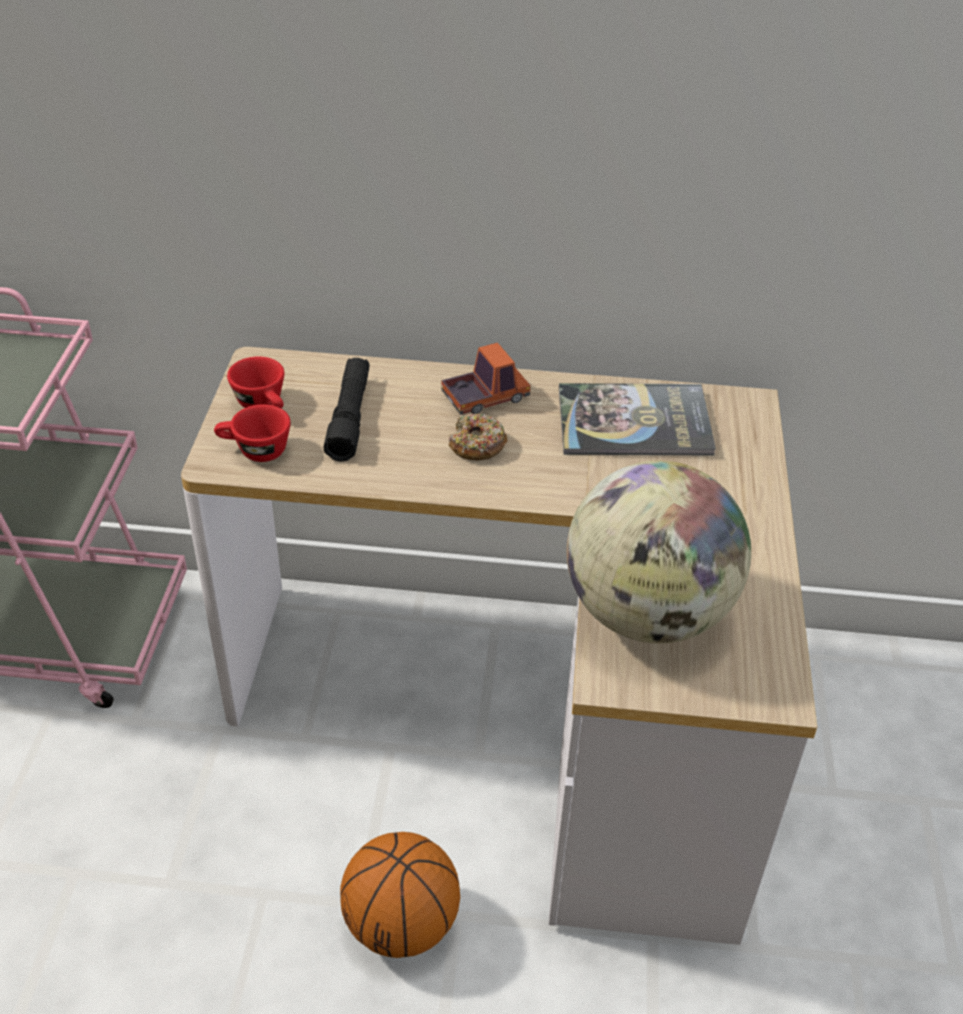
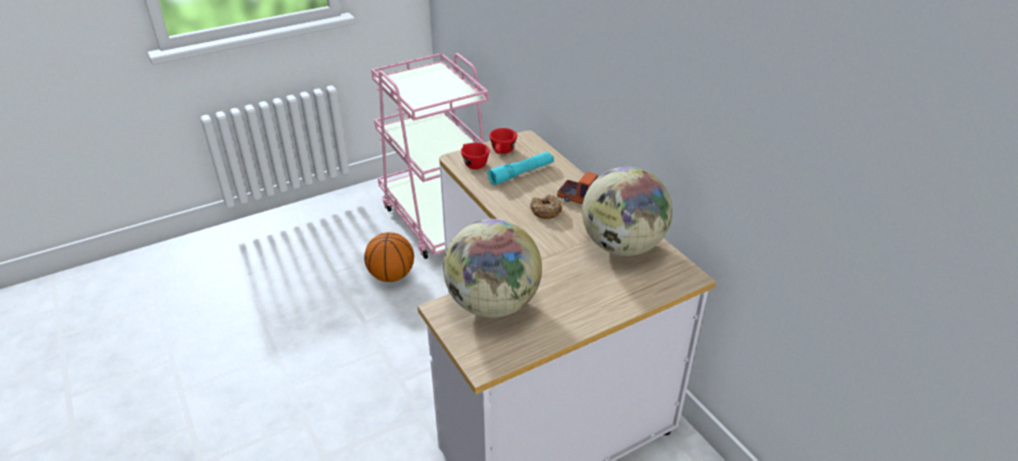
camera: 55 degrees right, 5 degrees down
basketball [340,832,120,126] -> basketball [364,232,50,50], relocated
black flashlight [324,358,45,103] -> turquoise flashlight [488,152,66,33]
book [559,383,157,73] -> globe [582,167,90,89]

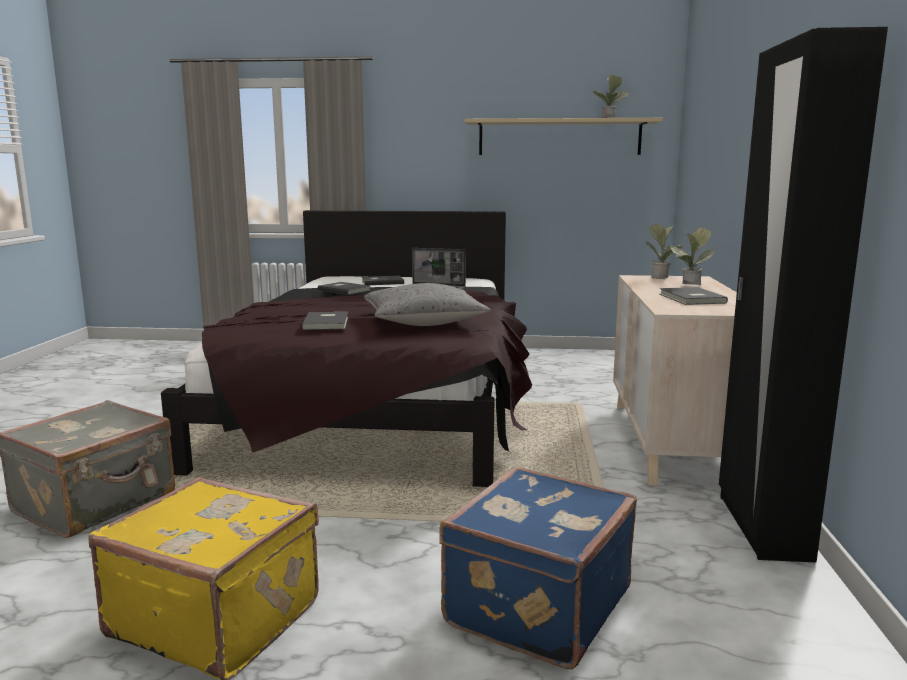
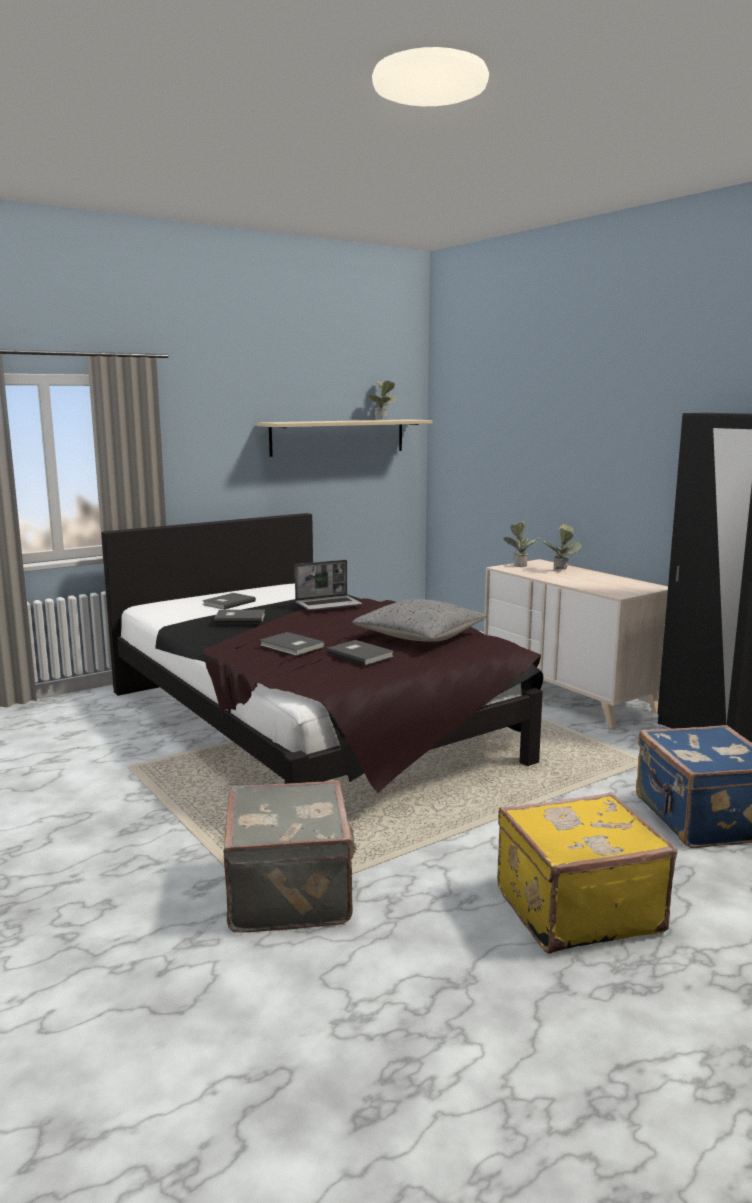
camera: 40 degrees left, 0 degrees up
grey book [659,287,69,18] -> grey book [259,632,66,24], relocated

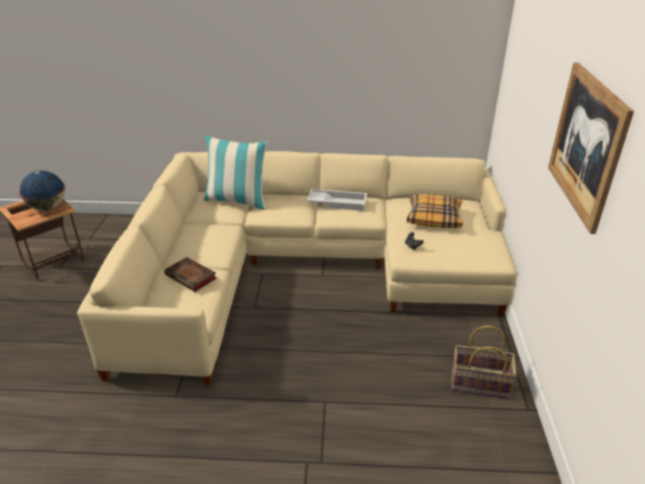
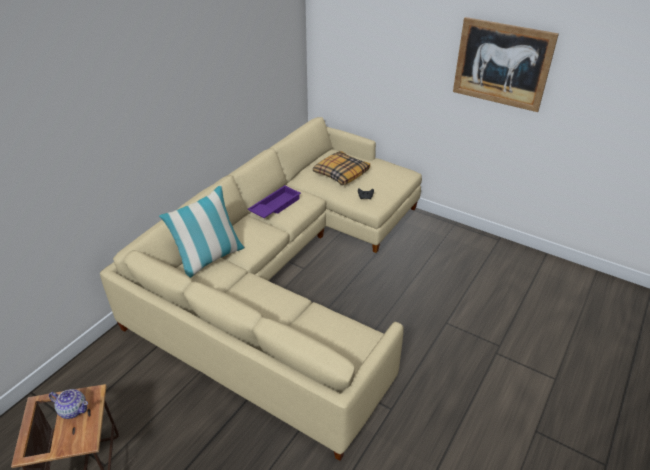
camera: 60 degrees left, 5 degrees up
globe [19,171,46,40] -> teapot [49,389,39,30]
white tray [307,189,60,22] -> purple tray [248,185,53,33]
book [164,257,52,35] -> none
basket [452,326,65,73] -> none

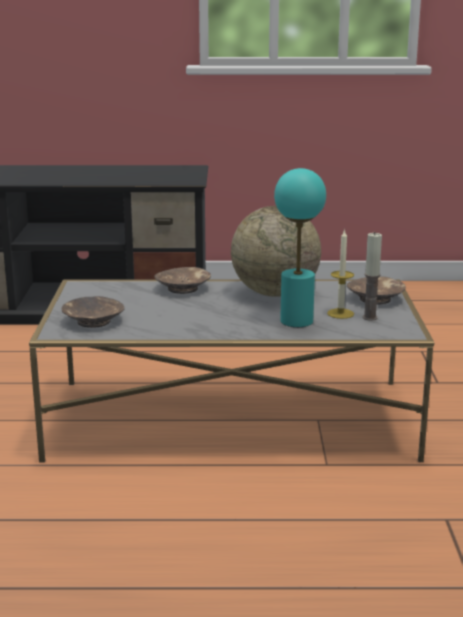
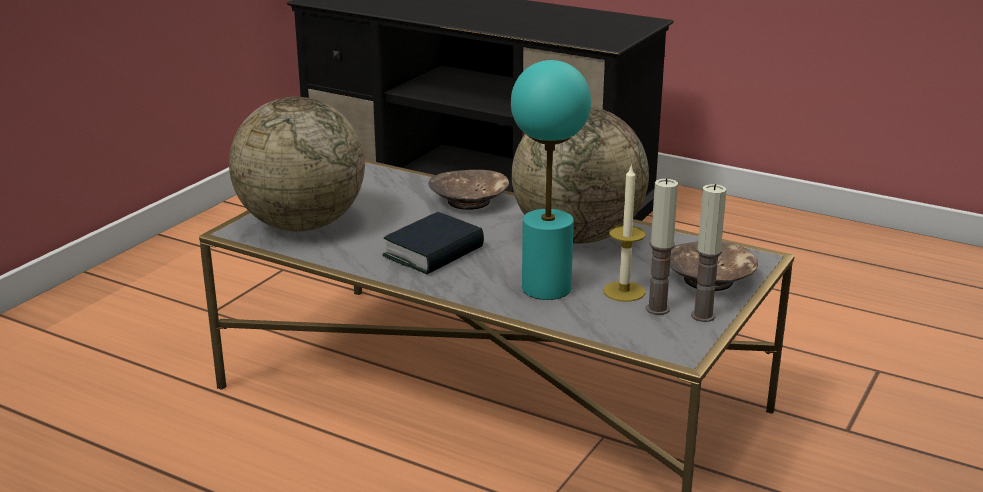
camera: 30 degrees right, 5 degrees up
brown bowl [62,296,63,32] -> globe [229,97,136,134]
none -> book [382,212,102,62]
none -> candle [691,184,36,138]

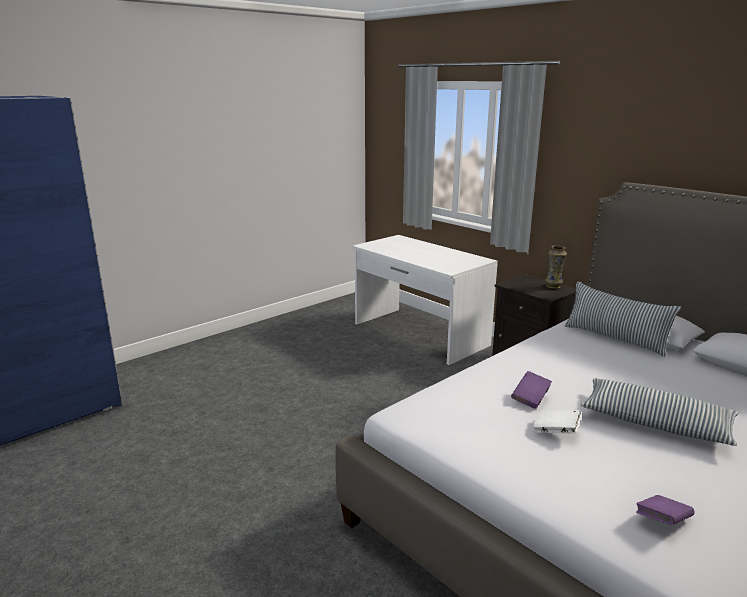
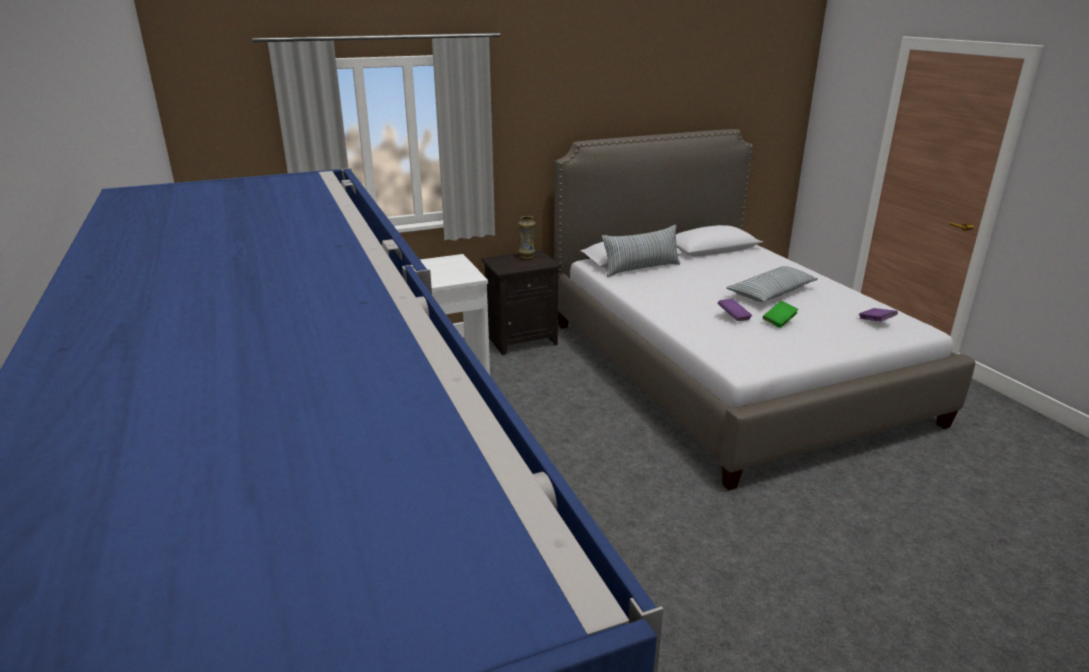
camera: 70 degrees left, 5 degrees up
white book [533,410,48,24] -> green book [763,301,36,27]

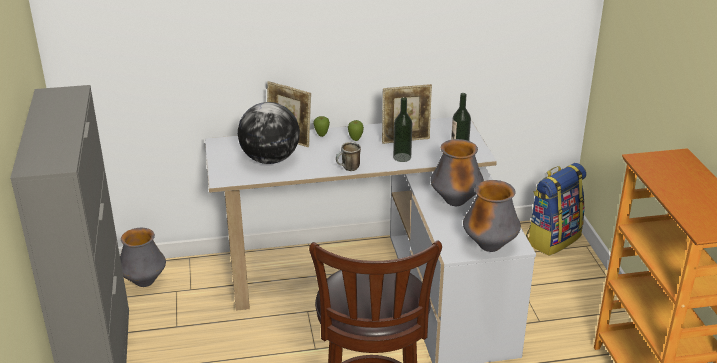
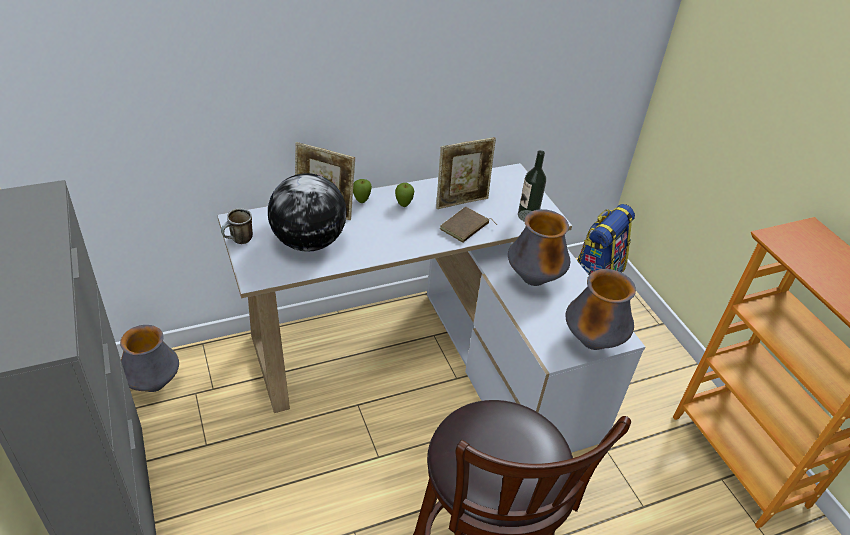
camera: 15 degrees left, 10 degrees up
mug [336,142,25,29] -> mug [221,208,32,36], relocated
bottle [393,97,19,65] -> brown book [440,207,57,36]

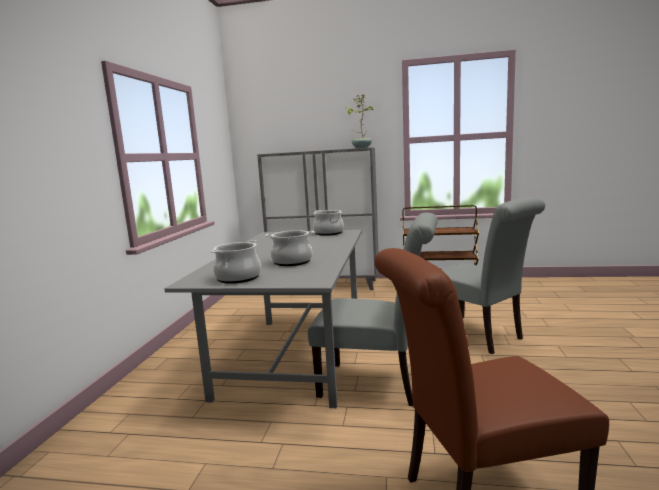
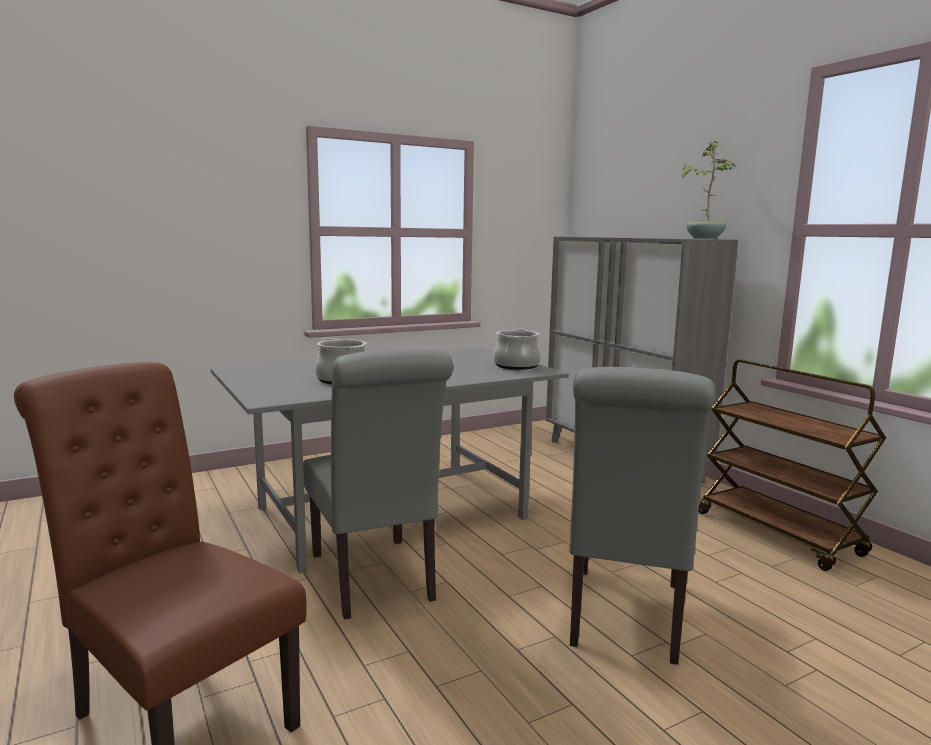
camera: 50 degrees right, 0 degrees up
cooking pot [210,240,51,44] -> none

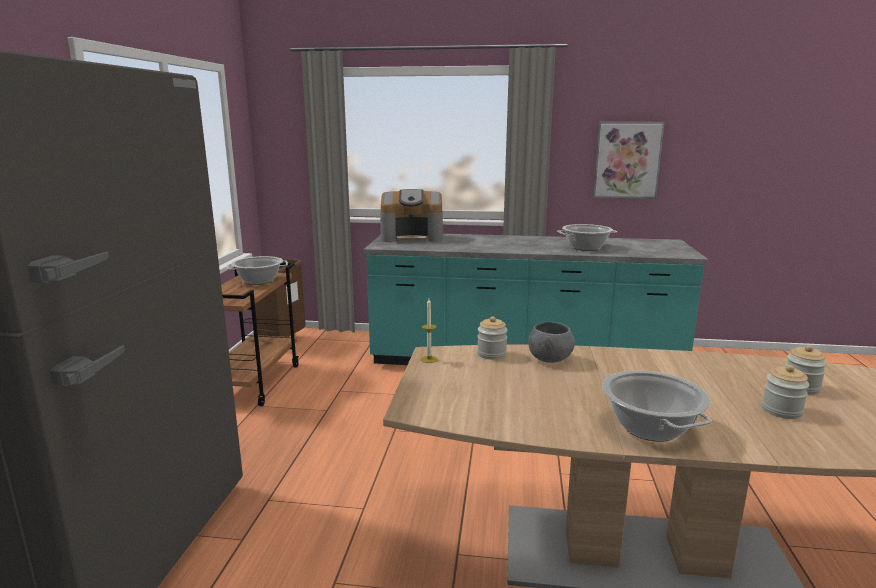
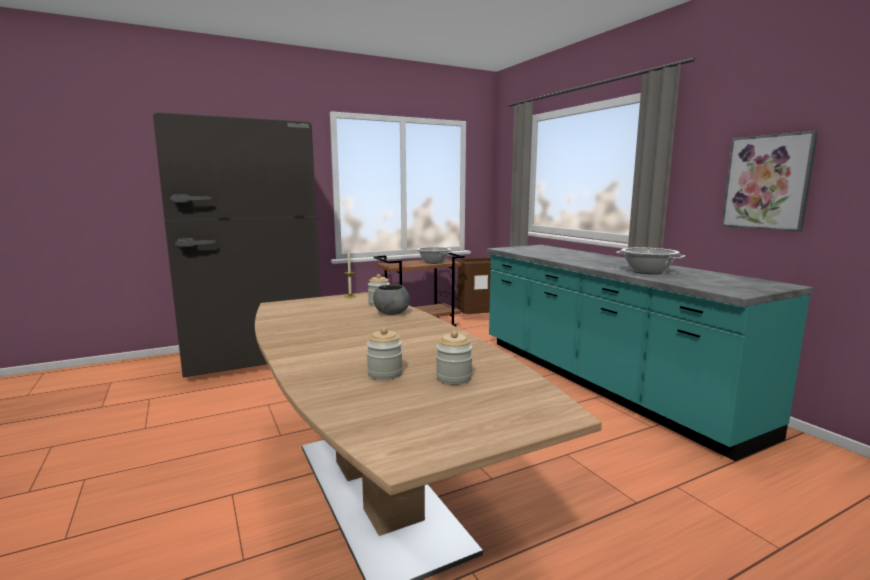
camera: 55 degrees right, 5 degrees down
coffee machine [380,189,63,54] -> none
cooking pot [602,370,110,72] -> none

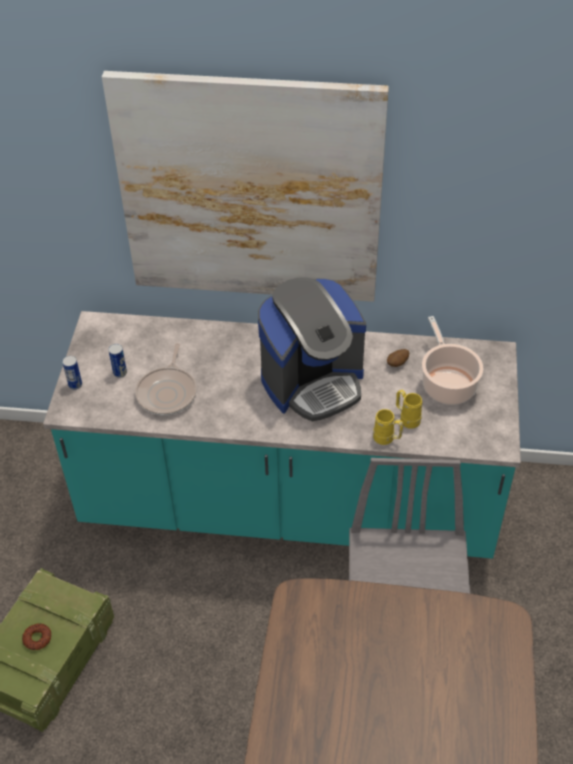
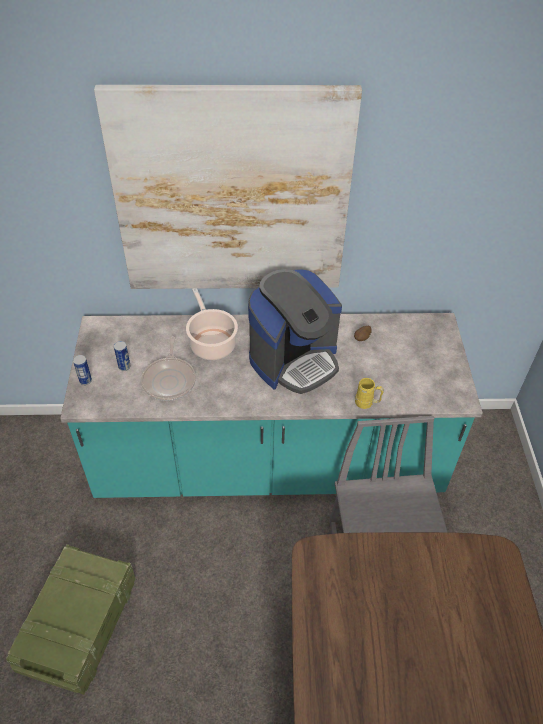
camera: 10 degrees left, 0 degrees up
cooking pot [422,316,61,89] -> cooking pot [186,289,52,71], relocated
donut [22,623,29,27] -> none
yellow mug [396,390,26,39] -> none

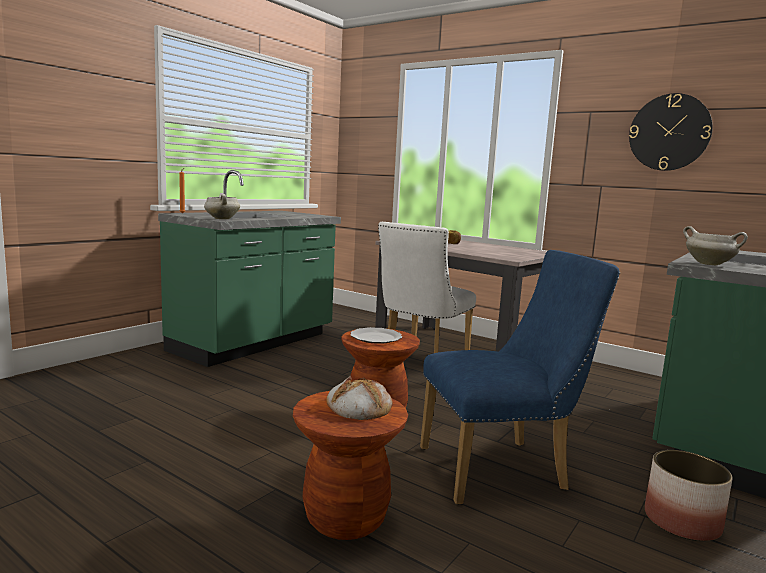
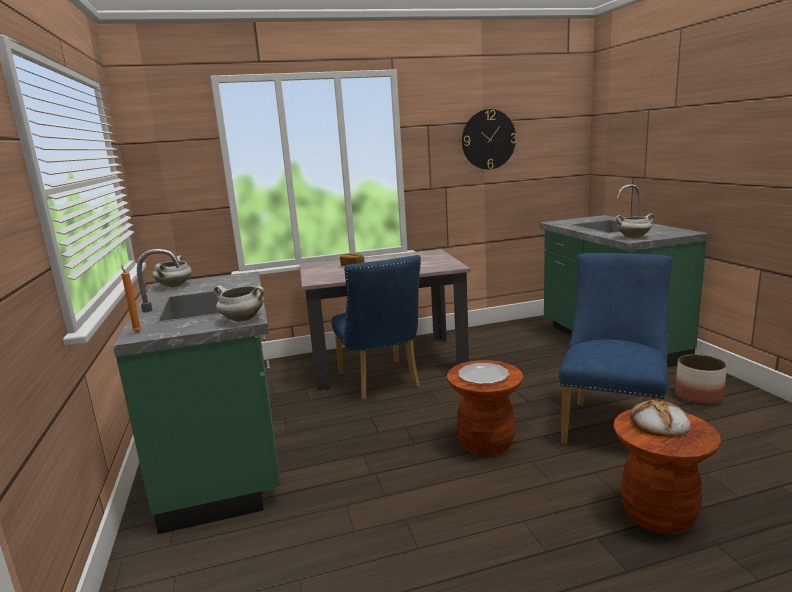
camera: 50 degrees left, 5 degrees up
none -> white cooking pot [152,256,40,31]
white chair [378,222,98,131] -> blue chair [331,255,90,145]

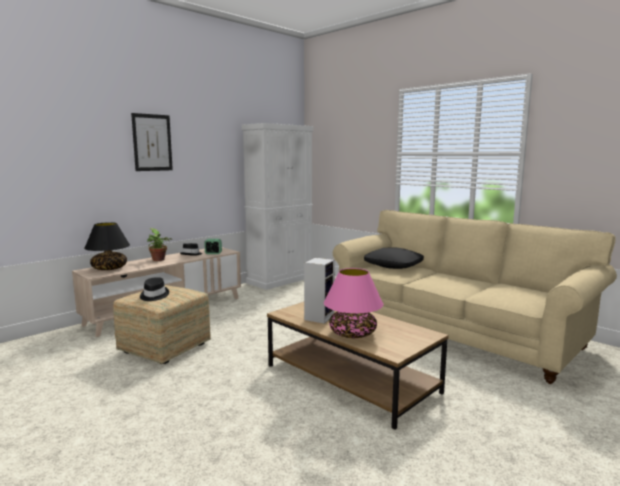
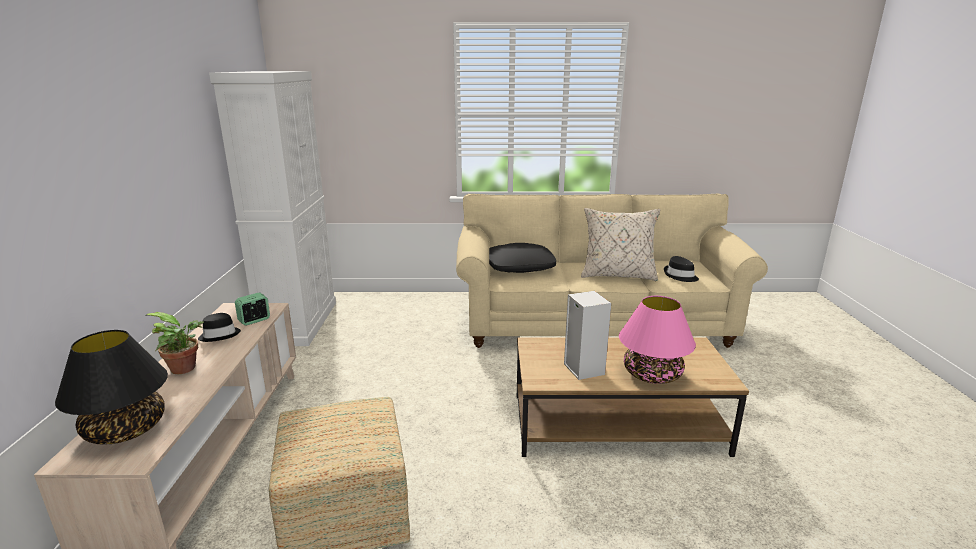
camera: 45 degrees left, 10 degrees up
none -> beige pillow [581,208,79,73]
black hat [140,277,29,24] -> black hat [664,256,35,26], relocated
picture [131,113,42,58] -> none

